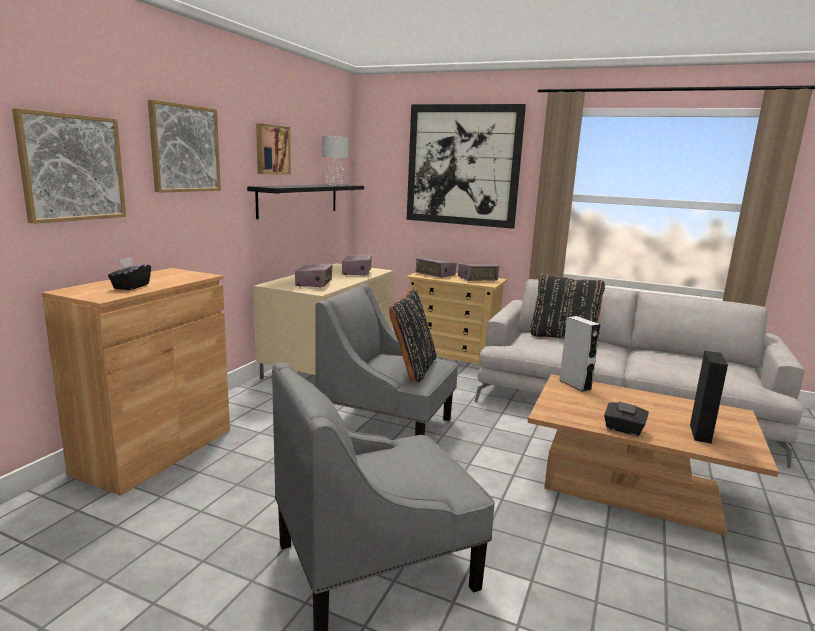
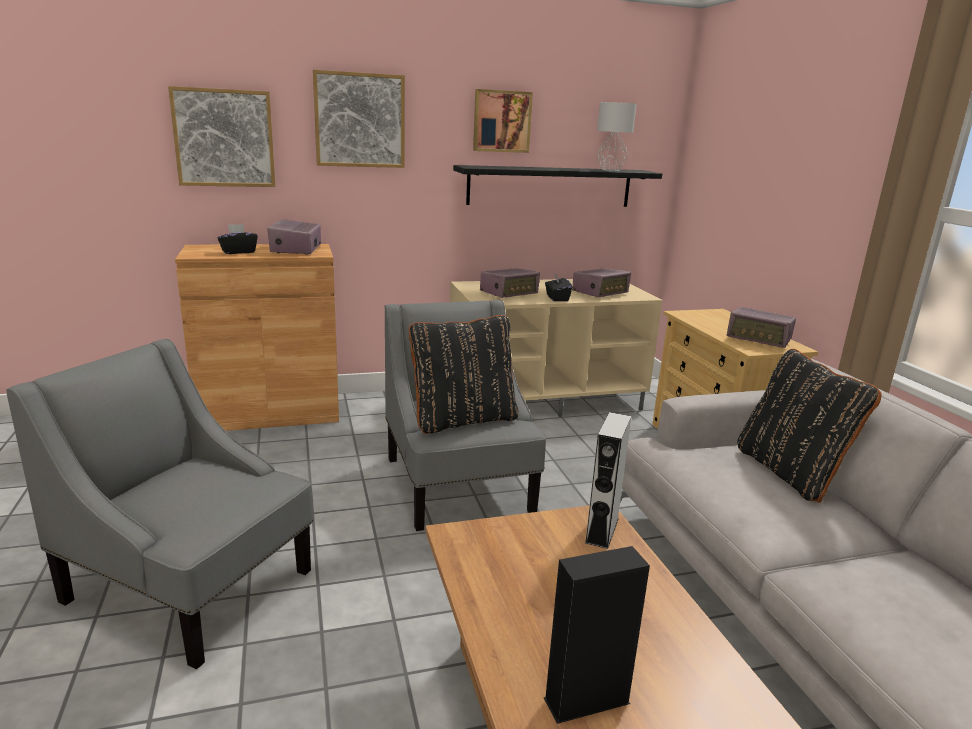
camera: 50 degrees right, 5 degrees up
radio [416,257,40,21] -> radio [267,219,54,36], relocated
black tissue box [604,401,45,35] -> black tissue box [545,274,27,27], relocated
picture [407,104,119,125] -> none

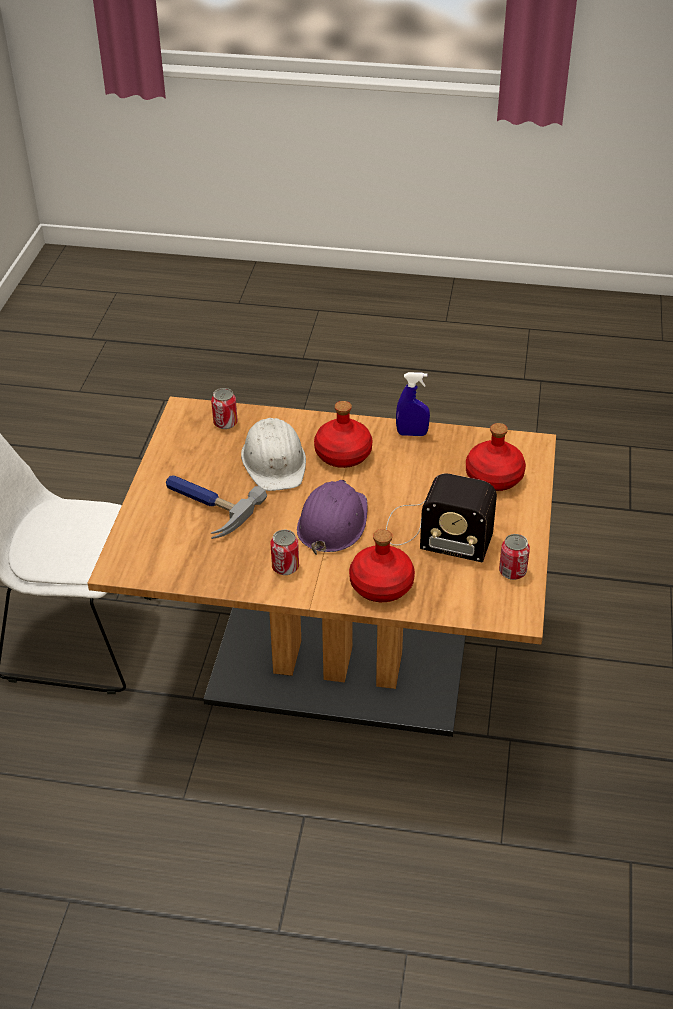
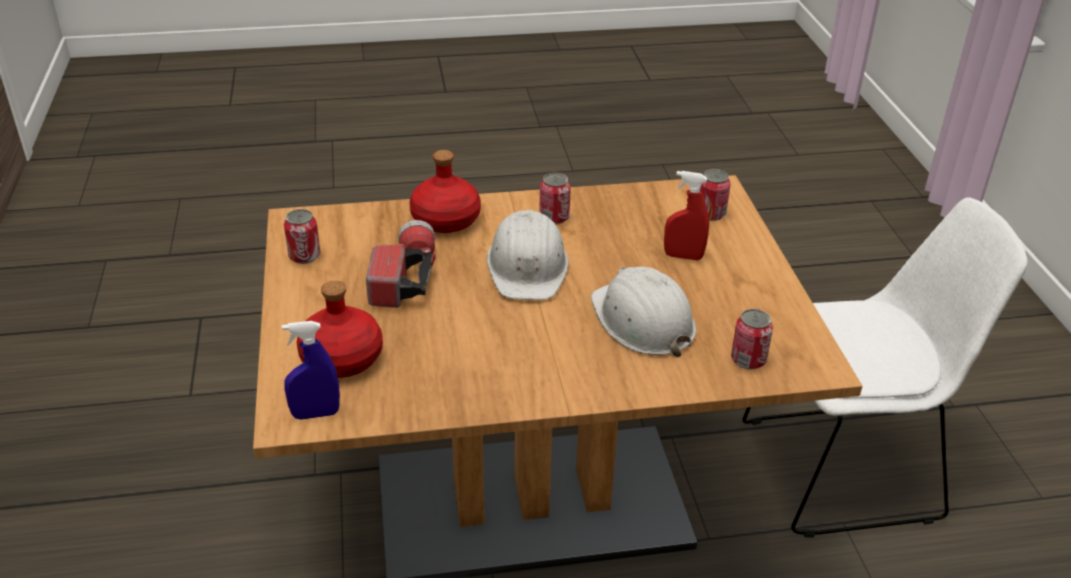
camera: 160 degrees right, 5 degrees down
blue spray bottle [396,372,34,64] -> blue spray bottle [282,321,58,99], relocated
radio [386,473,111,89] -> flashlight [366,220,69,88]
purple hard hat [297,480,71,75] -> white hard hat [487,210,81,90]
hammer [166,475,101,64] -> red spray bottle [664,171,45,89]
none -> can [700,169,30,52]
red bottle [314,401,59,67] -> none

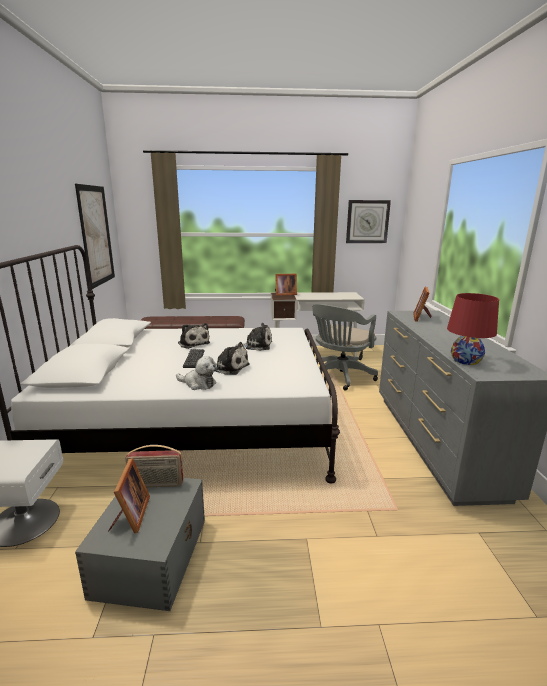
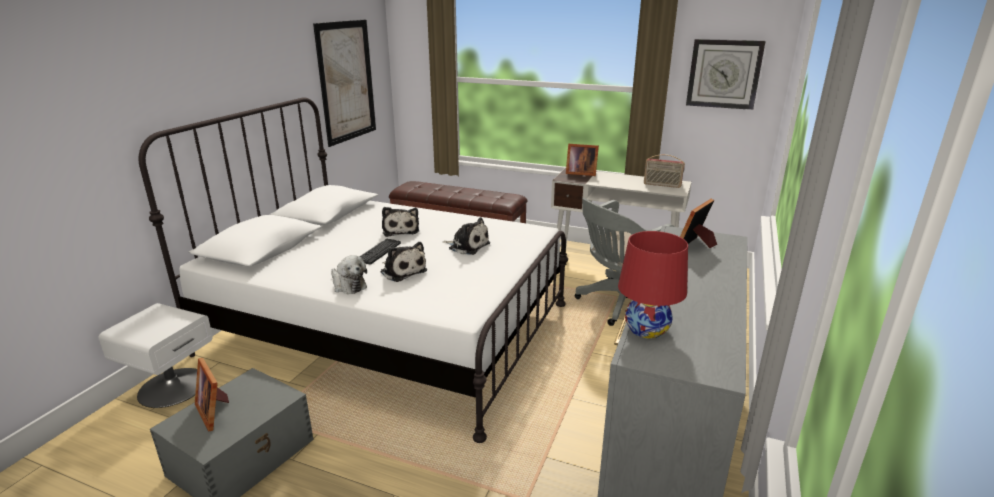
camera: 25 degrees right, 5 degrees up
picture frame [108,458,42,75] -> picture frame [195,358,34,73], 120 degrees clockwise
radio [125,445,58,43] -> radio [644,154,41,34], relocated

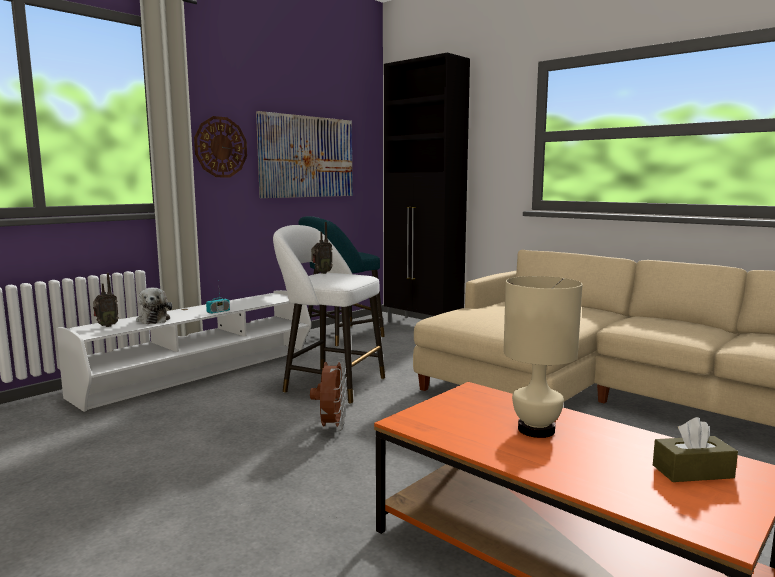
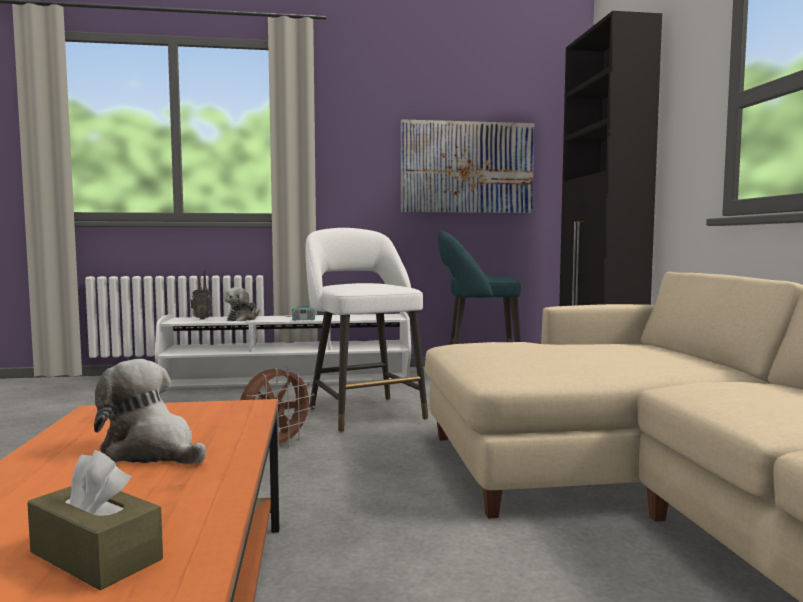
camera: 40 degrees right, 5 degrees down
beige table lamp [503,276,80,162] -> plush toy [94,359,112,105]
wall clock [194,116,53,61] -> none
radio [311,222,22,52] -> none

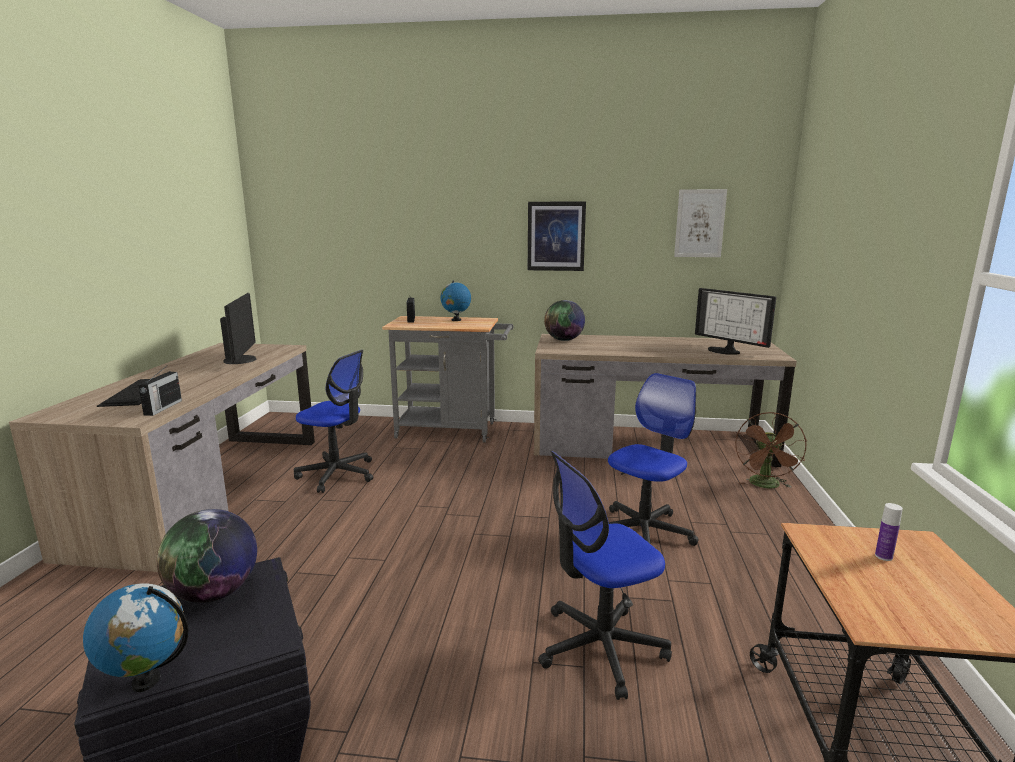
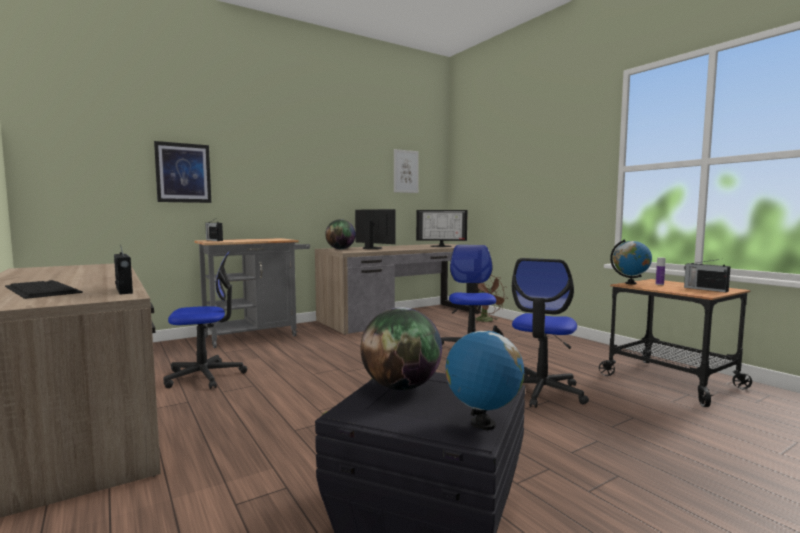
camera: 40 degrees left, 10 degrees down
picture [528,202,58,69] -> picture [154,141,57,62], relocated
monitor [220,293,37,71] -> monitor [355,209,41,40], relocated
globe [440,280,31,41] -> globe [610,239,42,45], relocated
none -> radio [684,259,47,33]

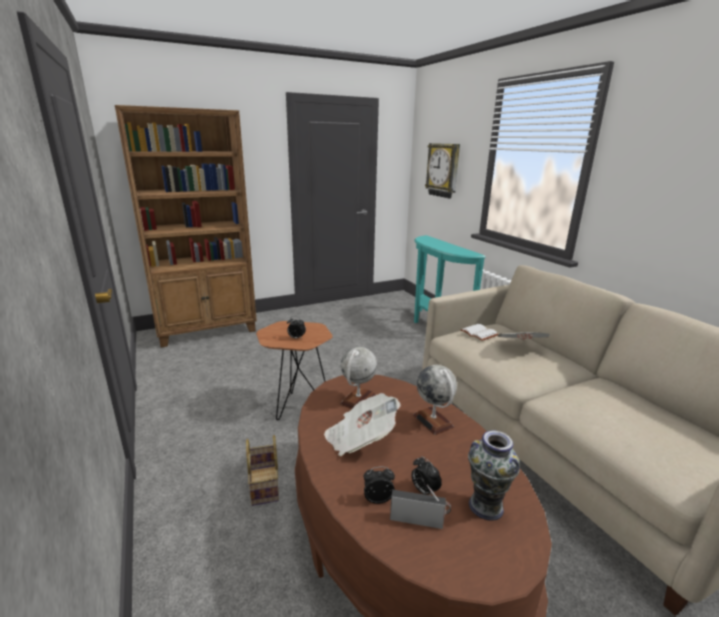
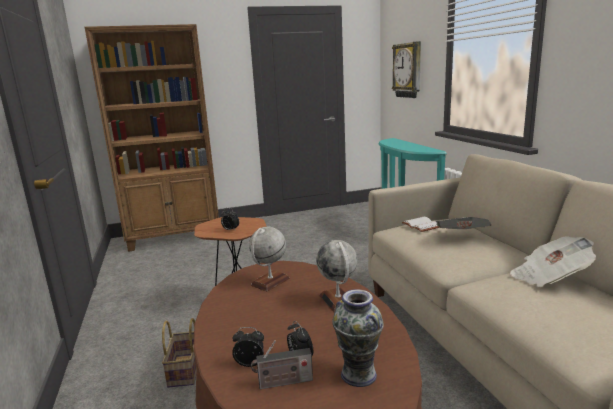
camera: 10 degrees right, 5 degrees down
radio [390,485,61,44] -> radio [251,340,62,49], 150 degrees clockwise
newspaper [324,393,77,63] -> newspaper [510,236,86,51], relocated

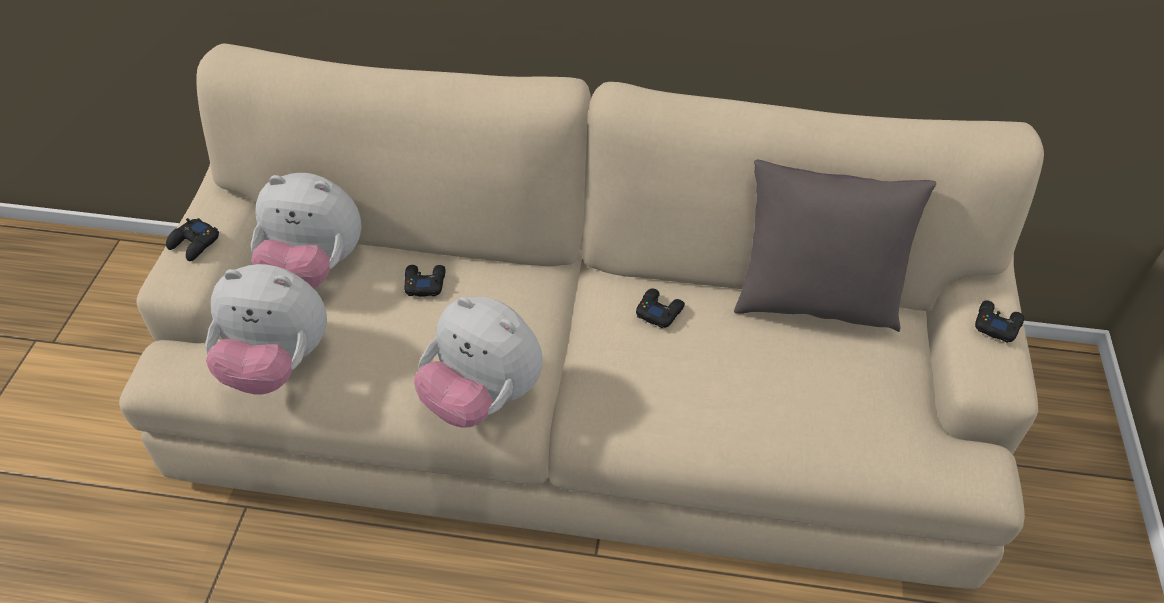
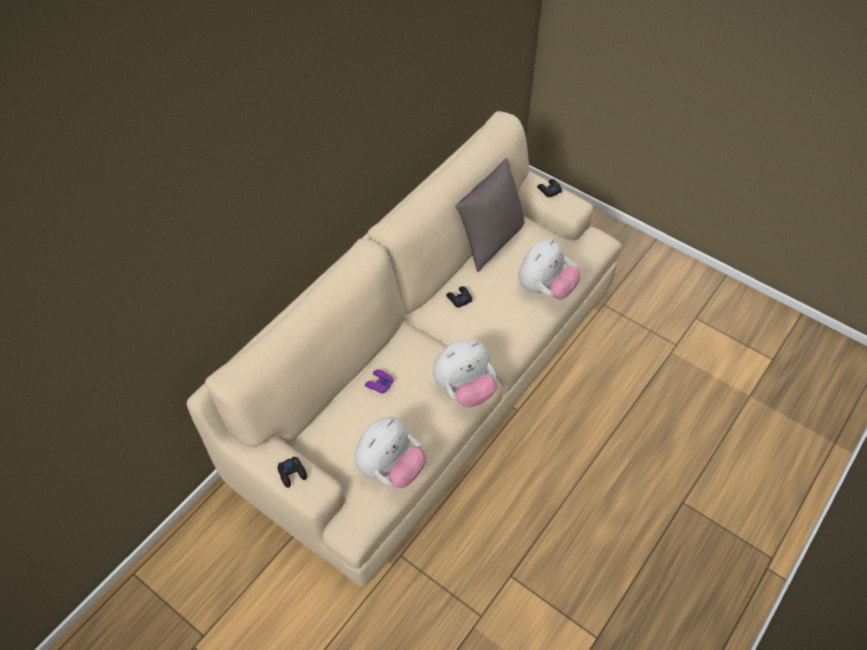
camera: 60 degrees left, 5 degrees up
black game controller [404,265,42,32] -> purple game controller [365,369,29,24]
plush toy [251,173,111,115] -> plush toy [518,239,63,61], relocated

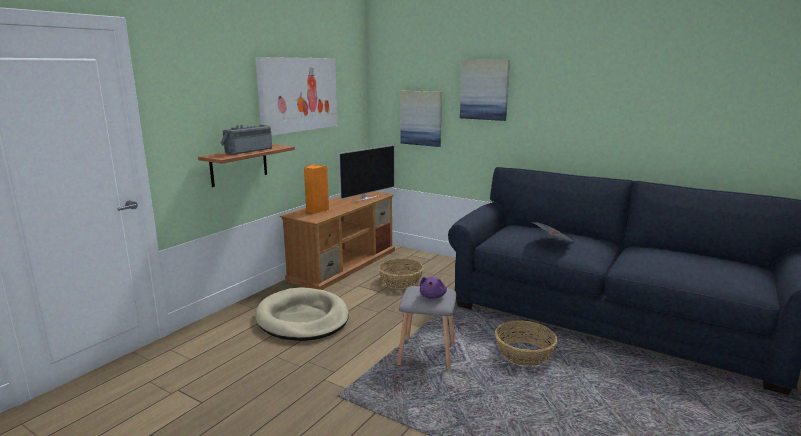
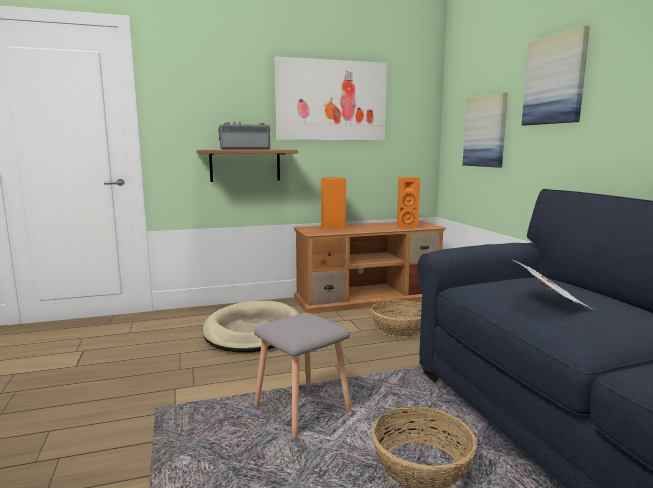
camera: 40 degrees right, 5 degrees down
television [339,145,56,57] -> orange speaker [397,177,23,51]
purple plush toy [420,276,27,23] -> none

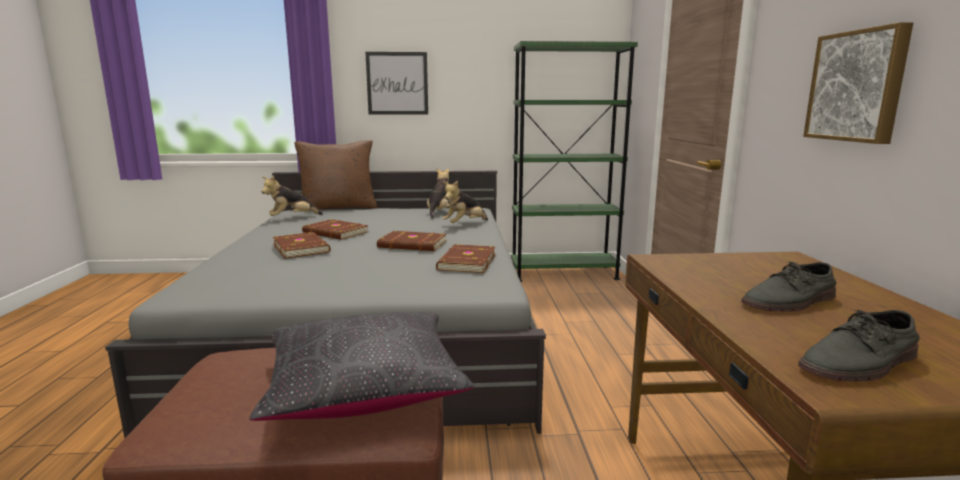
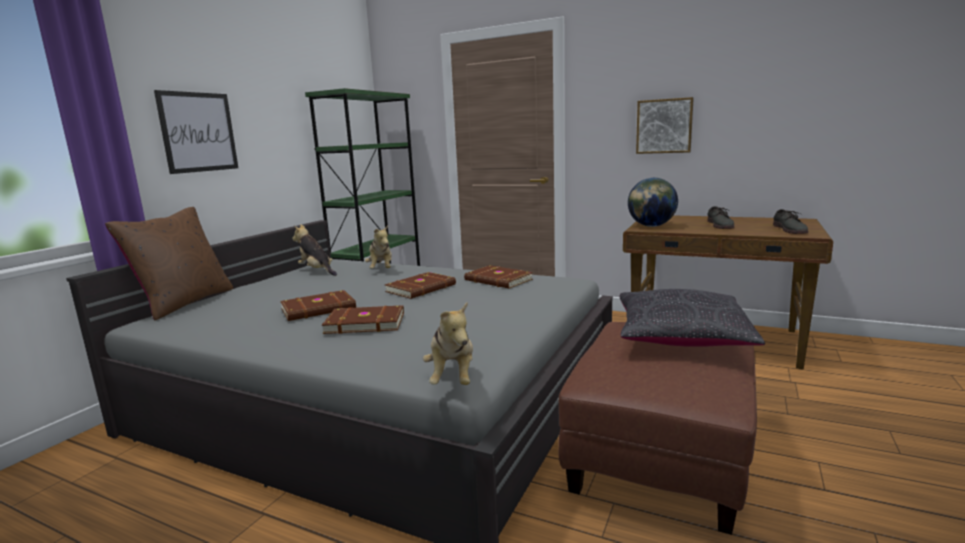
camera: 60 degrees left, 0 degrees up
plush toy [262,176,61,40] -> plush toy [423,302,50,83], relocated
none -> globe [628,178,50,49]

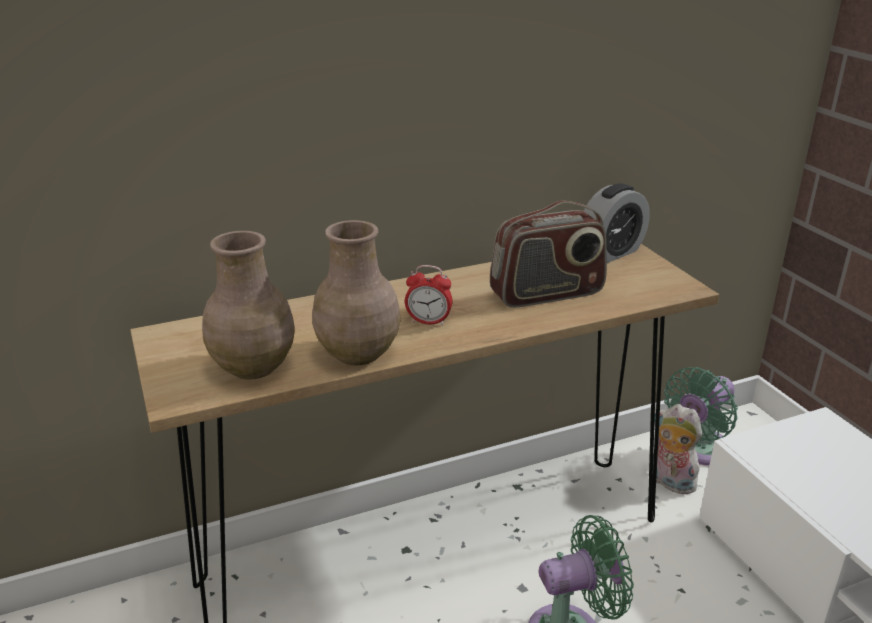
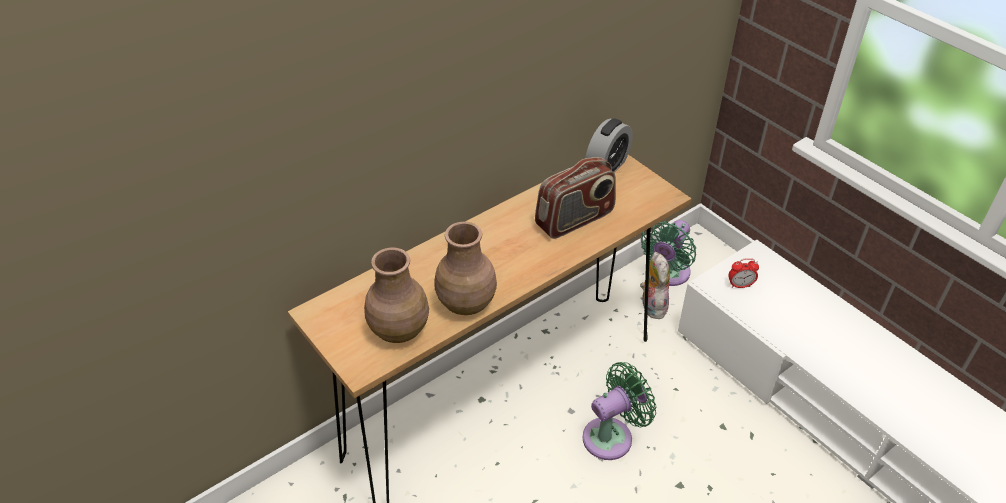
camera: 15 degrees left, 15 degrees up
plush toy [653,404,50,90] -> plush toy [640,252,30,67], 60 degrees clockwise
alarm clock [405,265,48,61] -> alarm clock [728,258,31,30], relocated

